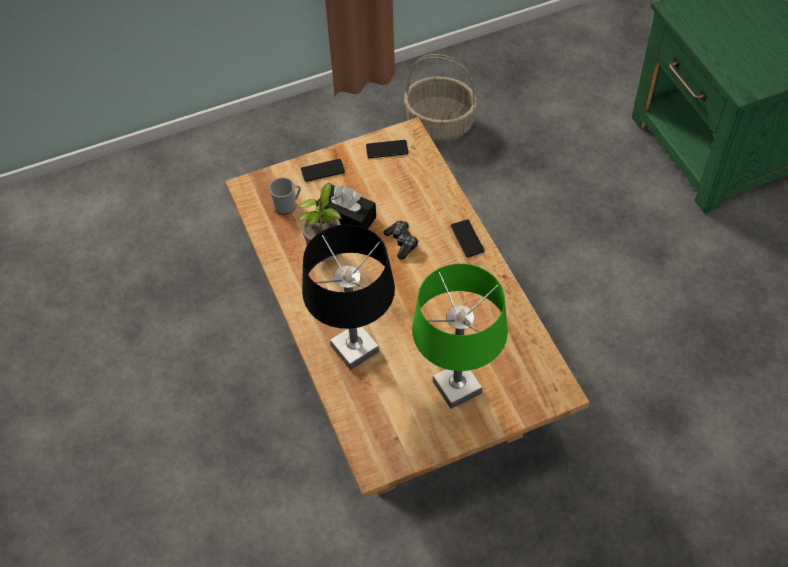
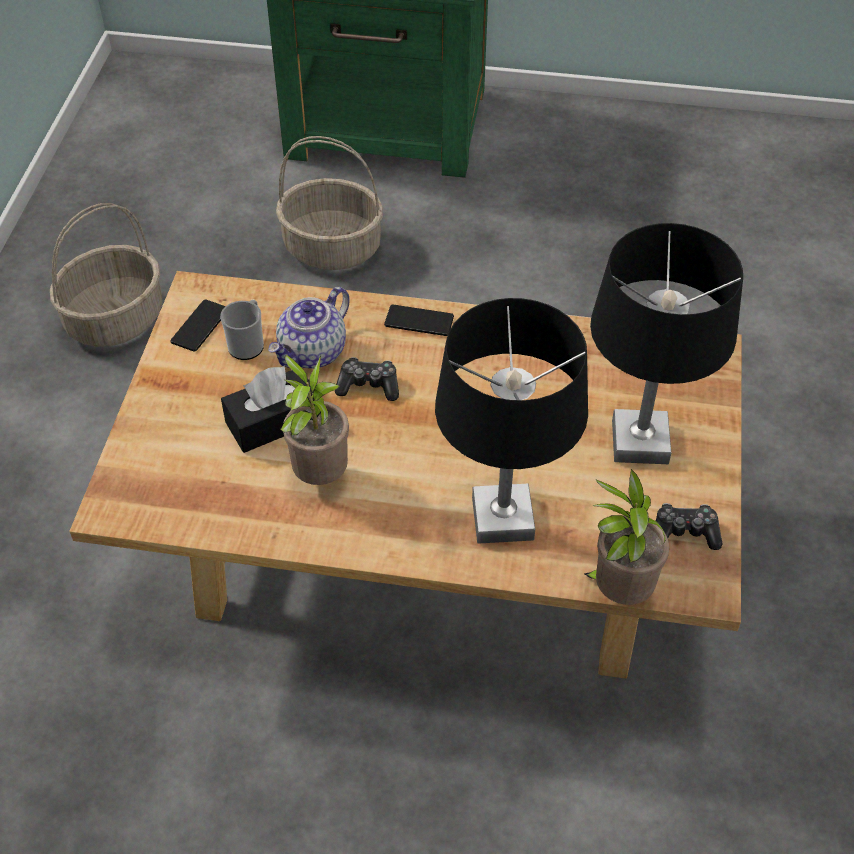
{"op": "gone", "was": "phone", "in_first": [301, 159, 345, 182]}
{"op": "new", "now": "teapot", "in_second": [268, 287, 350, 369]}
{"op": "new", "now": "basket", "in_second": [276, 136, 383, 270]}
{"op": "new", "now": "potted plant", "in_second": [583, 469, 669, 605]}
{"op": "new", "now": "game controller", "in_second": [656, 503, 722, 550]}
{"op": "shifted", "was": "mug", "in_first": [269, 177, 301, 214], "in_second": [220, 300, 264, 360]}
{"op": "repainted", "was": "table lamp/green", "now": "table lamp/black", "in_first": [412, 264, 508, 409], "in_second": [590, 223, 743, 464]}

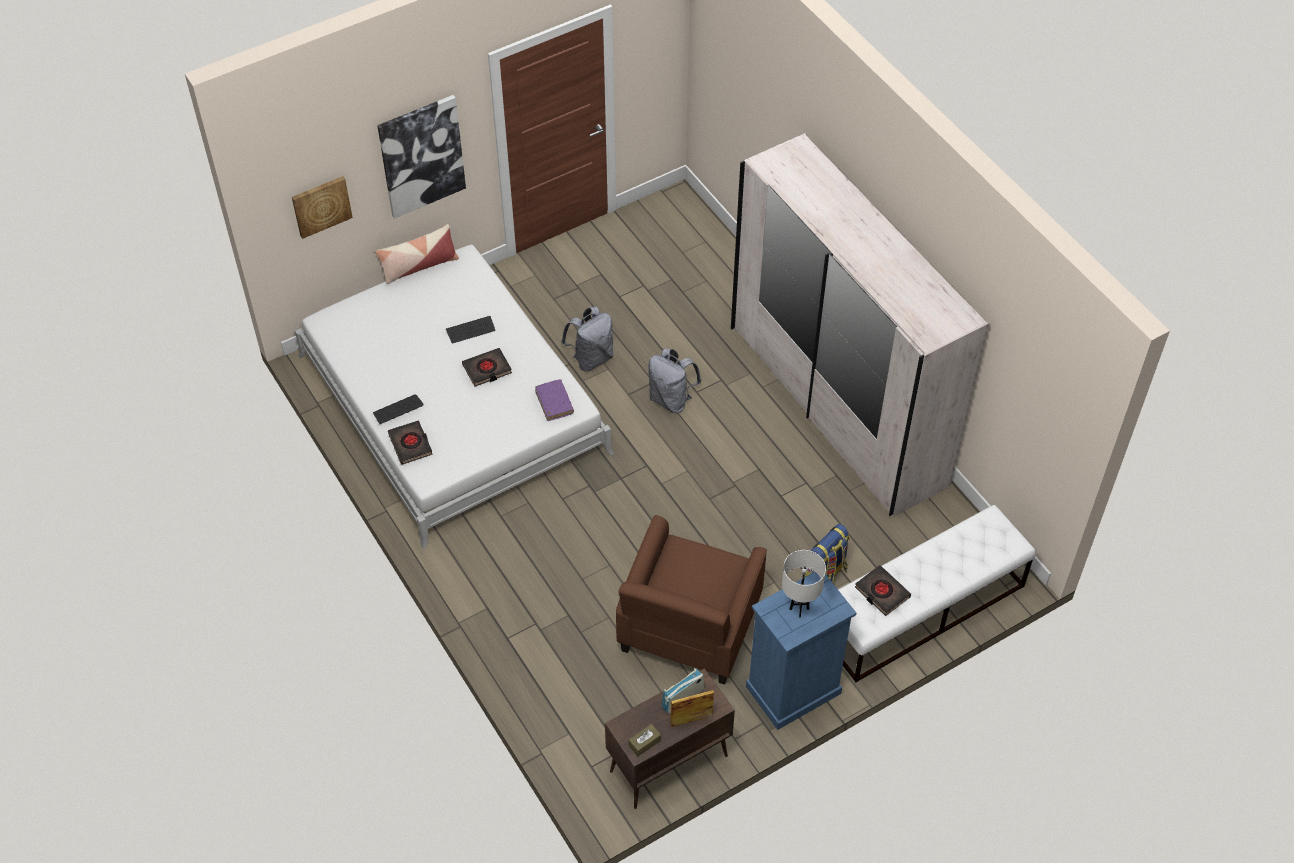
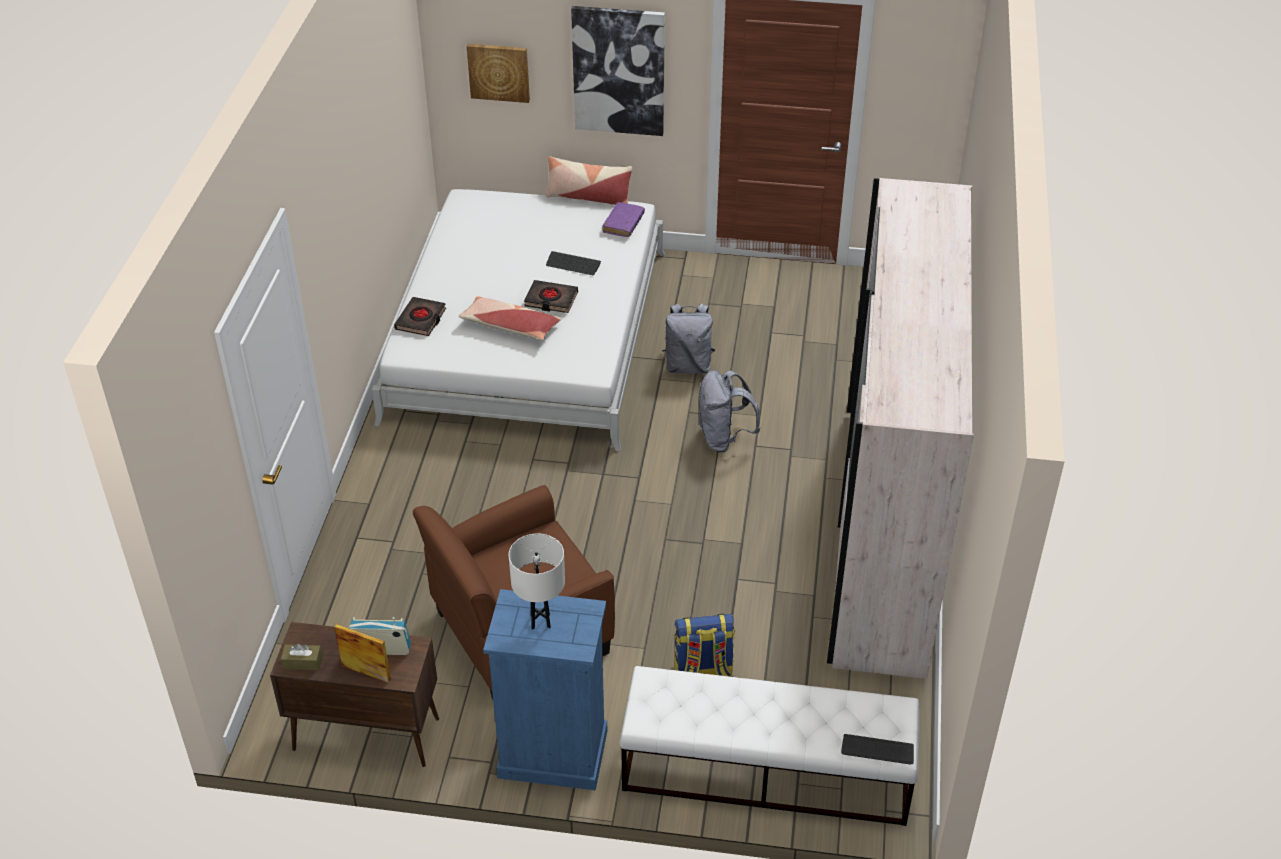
{"op": "gone", "was": "book/black", "in_first": [855, 565, 911, 616]}
{"op": "new", "now": "pillow", "in_second": [459, 296, 562, 340]}
{"op": "shifted", "was": "keyboard", "in_first": [373, 394, 424, 424], "in_second": [841, 734, 914, 765]}
{"op": "shifted", "was": "book/purple", "in_first": [535, 379, 574, 421], "in_second": [603, 202, 645, 237]}

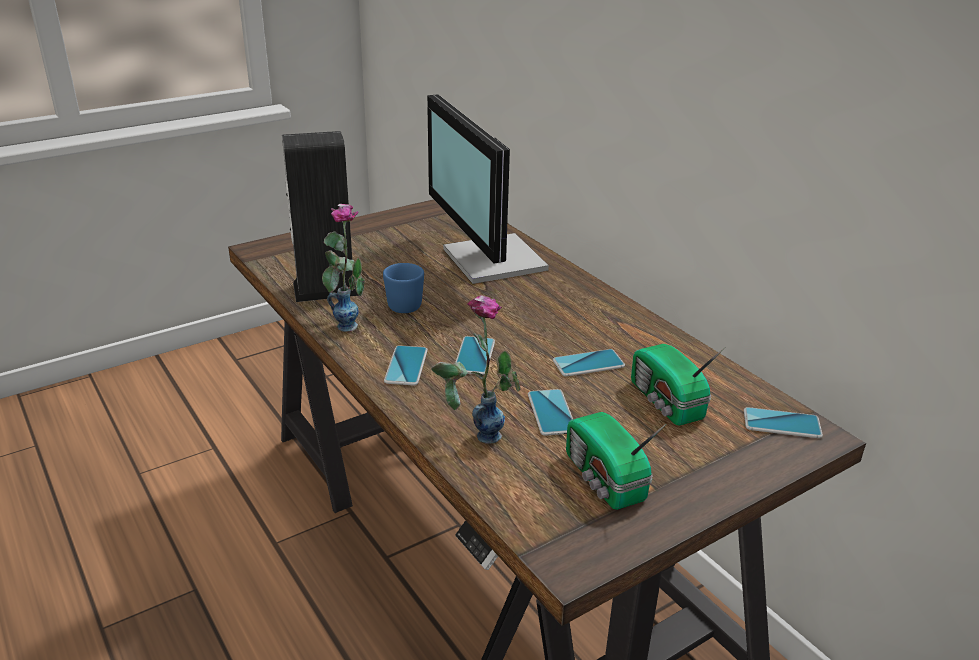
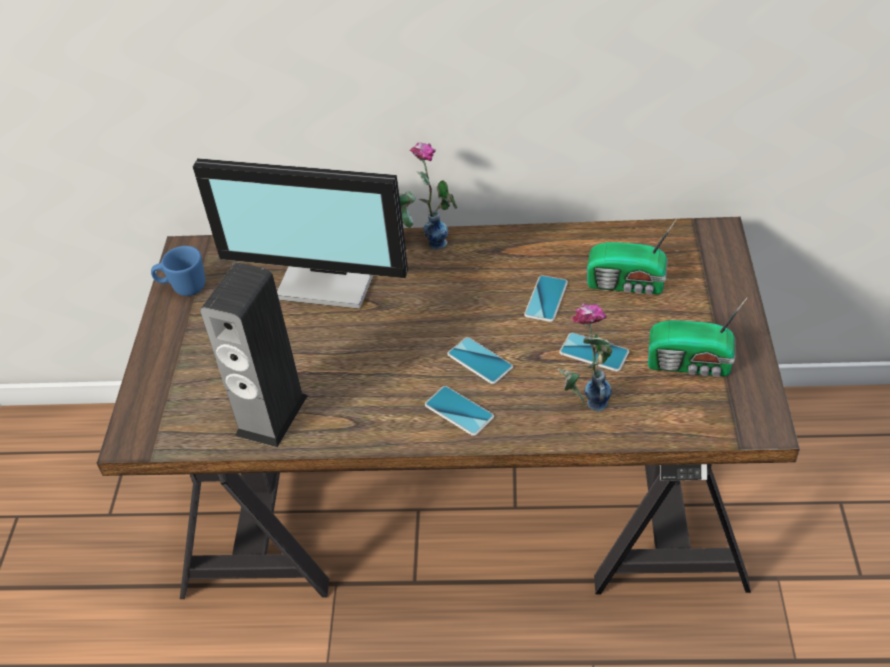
{"op": "gone", "was": "phone", "in_first": [744, 407, 823, 438]}
{"op": "shifted", "was": "vase", "in_first": [322, 204, 365, 332], "in_second": [399, 142, 457, 250]}
{"op": "shifted", "was": "mug/blue", "in_first": [383, 263, 424, 313], "in_second": [151, 246, 205, 296]}

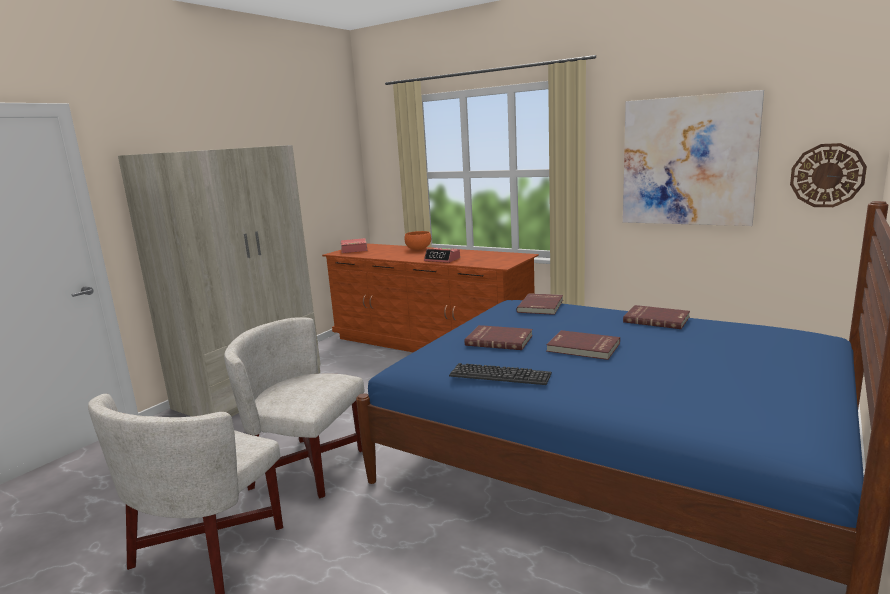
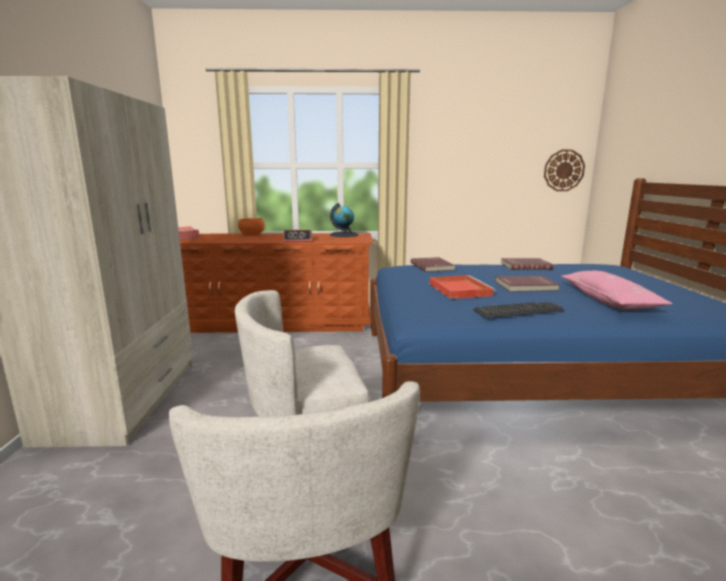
{"op": "gone", "was": "picture", "in_first": [623, 90, 764, 226]}
{"op": "new", "now": "globe", "in_second": [330, 203, 358, 237]}
{"op": "new", "now": "pillow/pink", "in_second": [561, 271, 672, 310]}
{"op": "swapped", "was": "book/red", "now": "tray/red", "in_first": [465, 325, 533, 350], "in_second": [430, 275, 495, 299]}

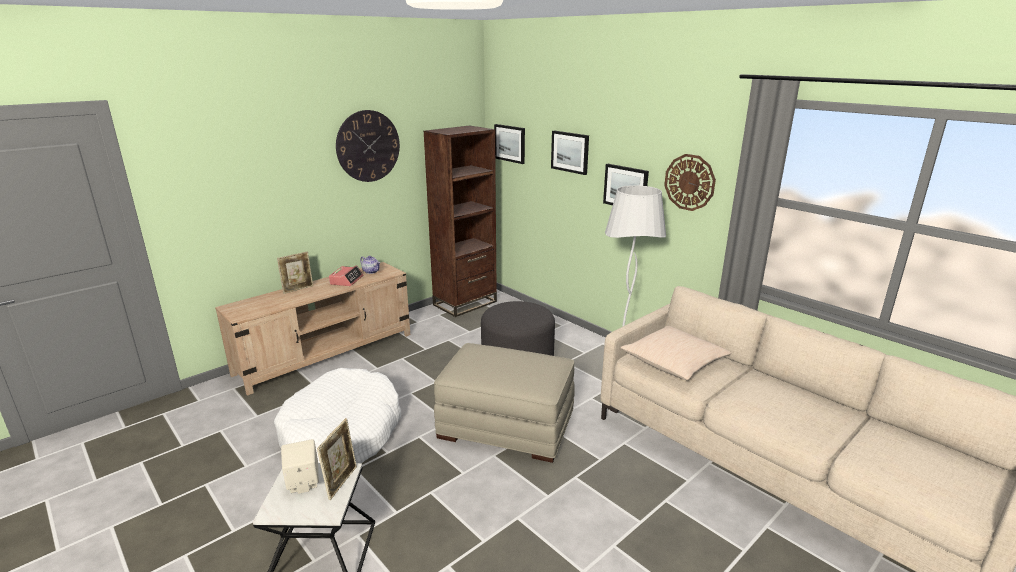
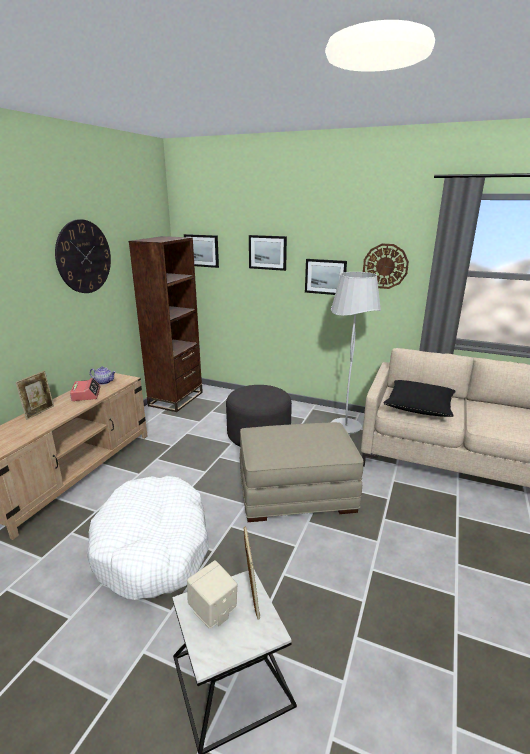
{"op": "repainted", "was": "pillow/beige", "now": "pillow/black", "in_first": [620, 326, 732, 380], "in_second": [383, 380, 456, 417]}

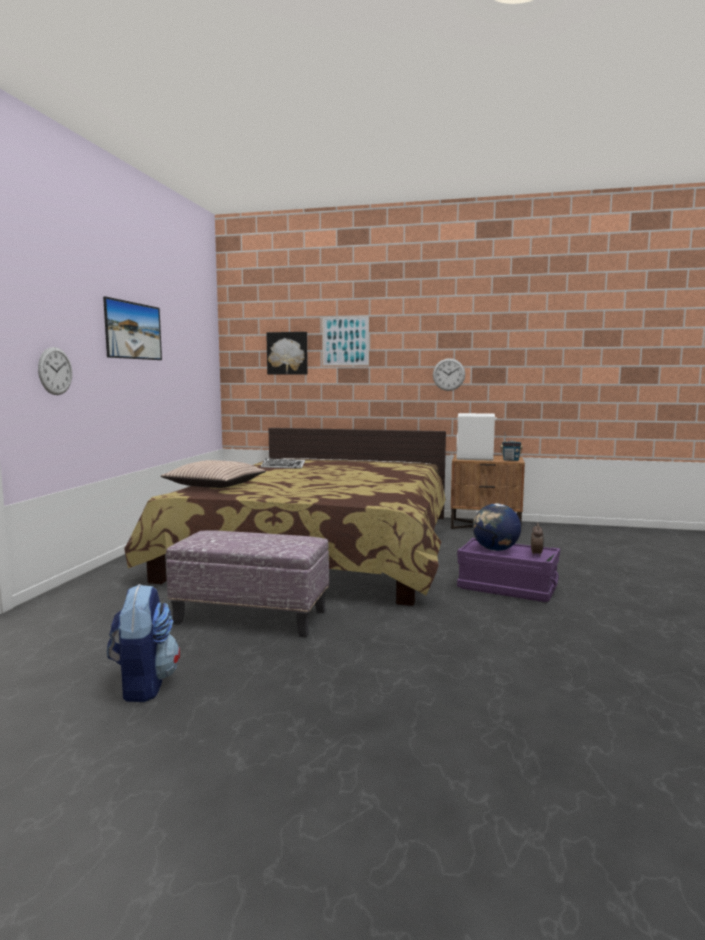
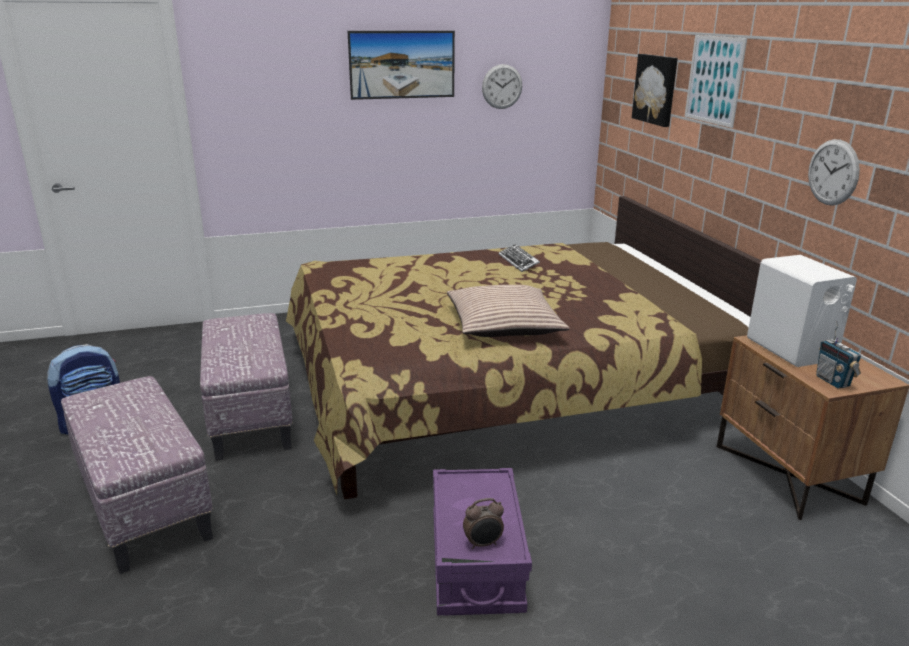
{"op": "gone", "was": "globe", "in_first": [473, 504, 521, 551]}
{"op": "new", "now": "ottoman", "in_second": [61, 376, 213, 574]}
{"op": "shifted", "was": "wall clock", "in_first": [38, 347, 72, 395], "in_second": [482, 64, 522, 109]}
{"op": "shifted", "was": "pillow", "in_first": [161, 460, 266, 488], "in_second": [447, 285, 570, 337]}

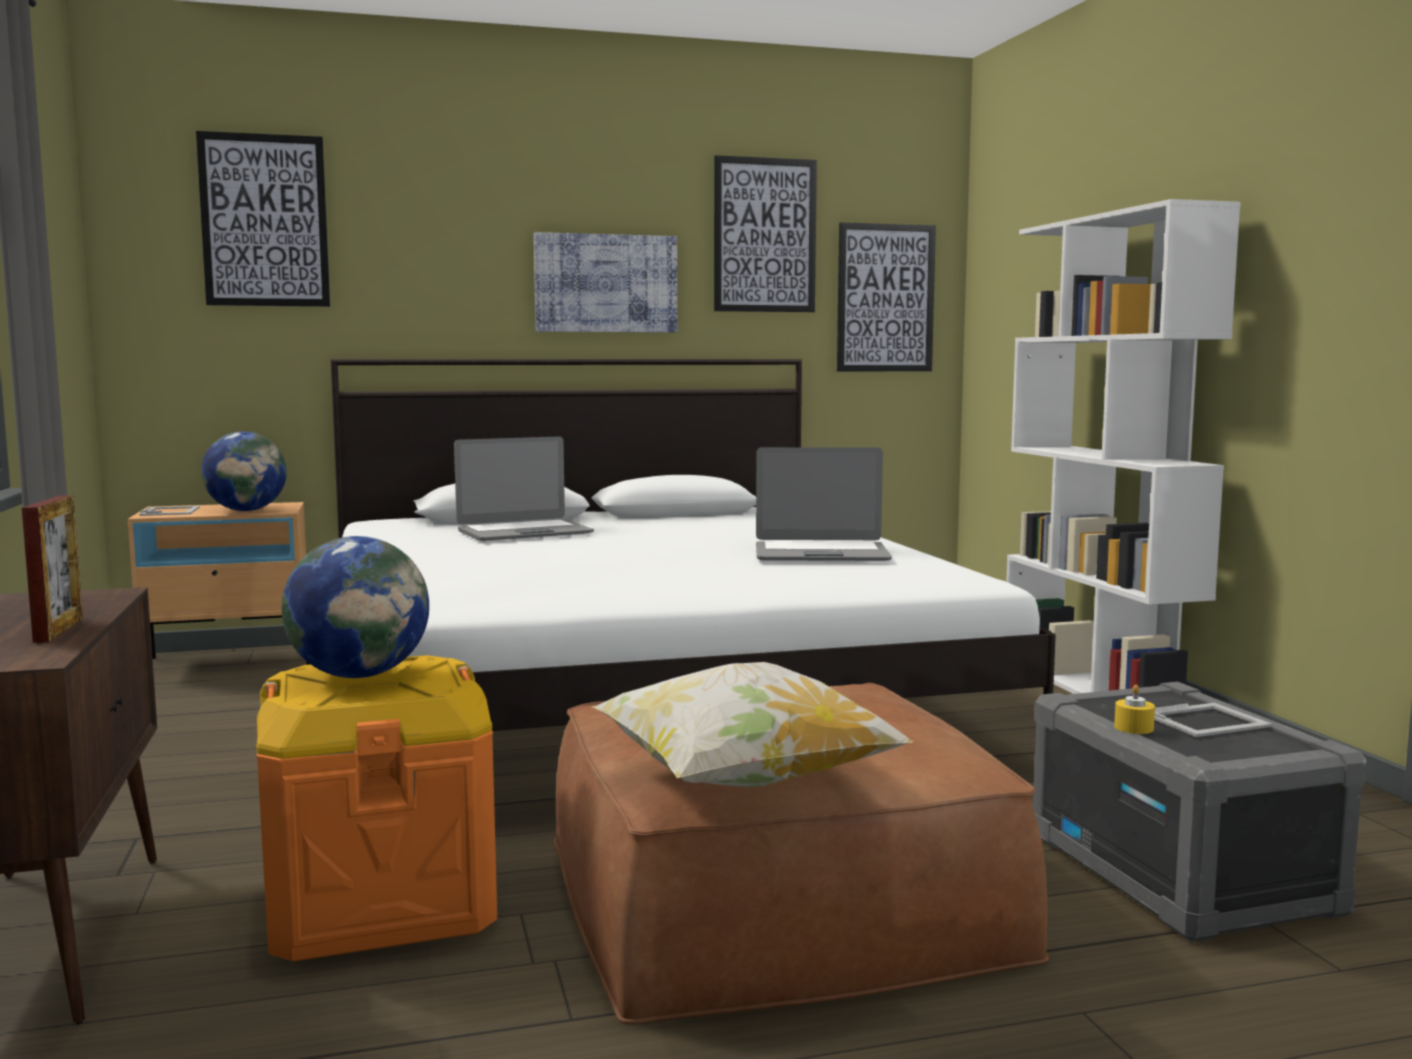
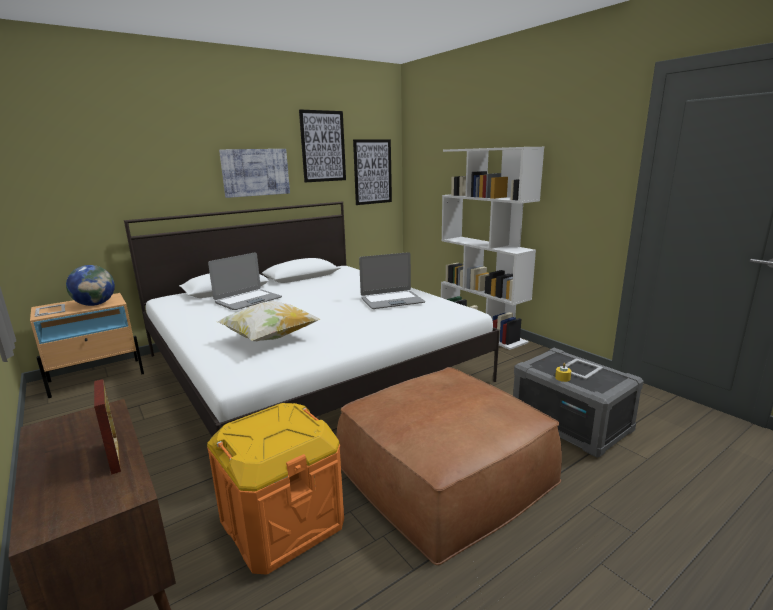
{"op": "gone", "was": "picture", "in_first": [196, 131, 330, 307]}
{"op": "gone", "was": "globe", "in_first": [282, 536, 429, 678]}
{"op": "shifted", "was": "pillow", "in_first": [593, 662, 913, 787], "in_second": [218, 301, 321, 341]}

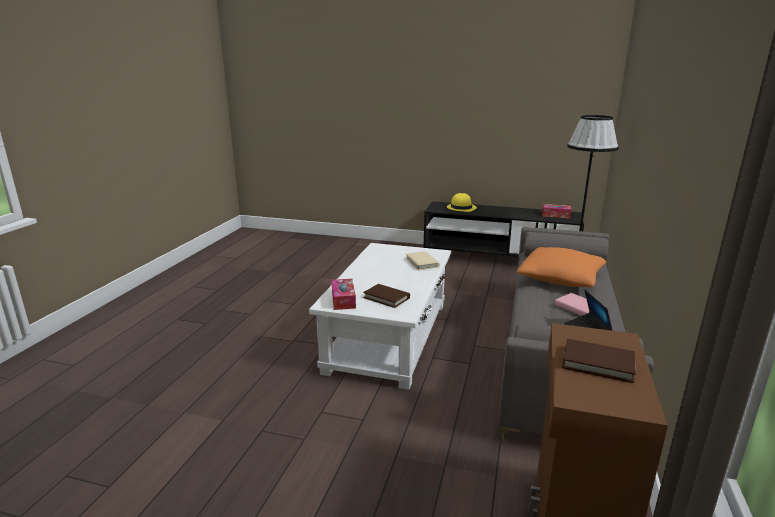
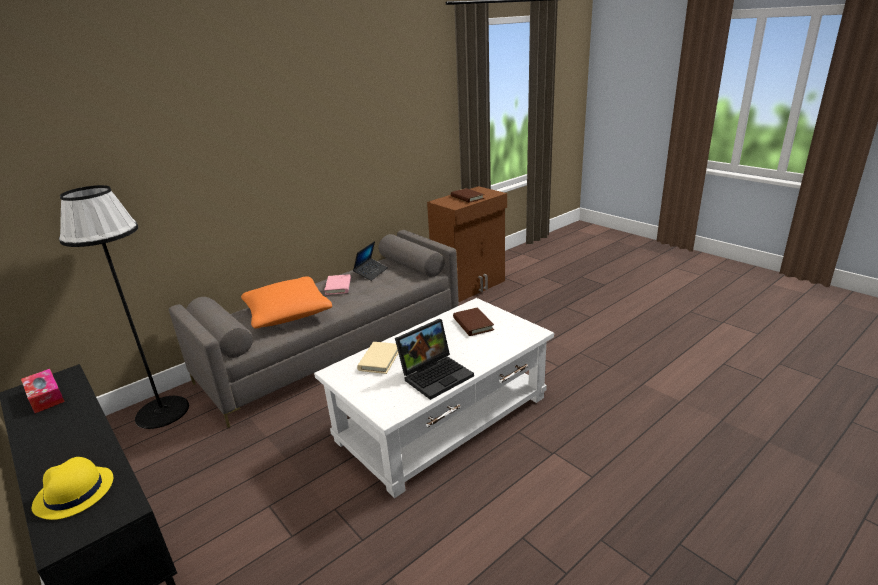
{"op": "gone", "was": "tissue box", "in_first": [332, 279, 356, 310]}
{"op": "new", "now": "laptop", "in_second": [395, 319, 474, 400]}

